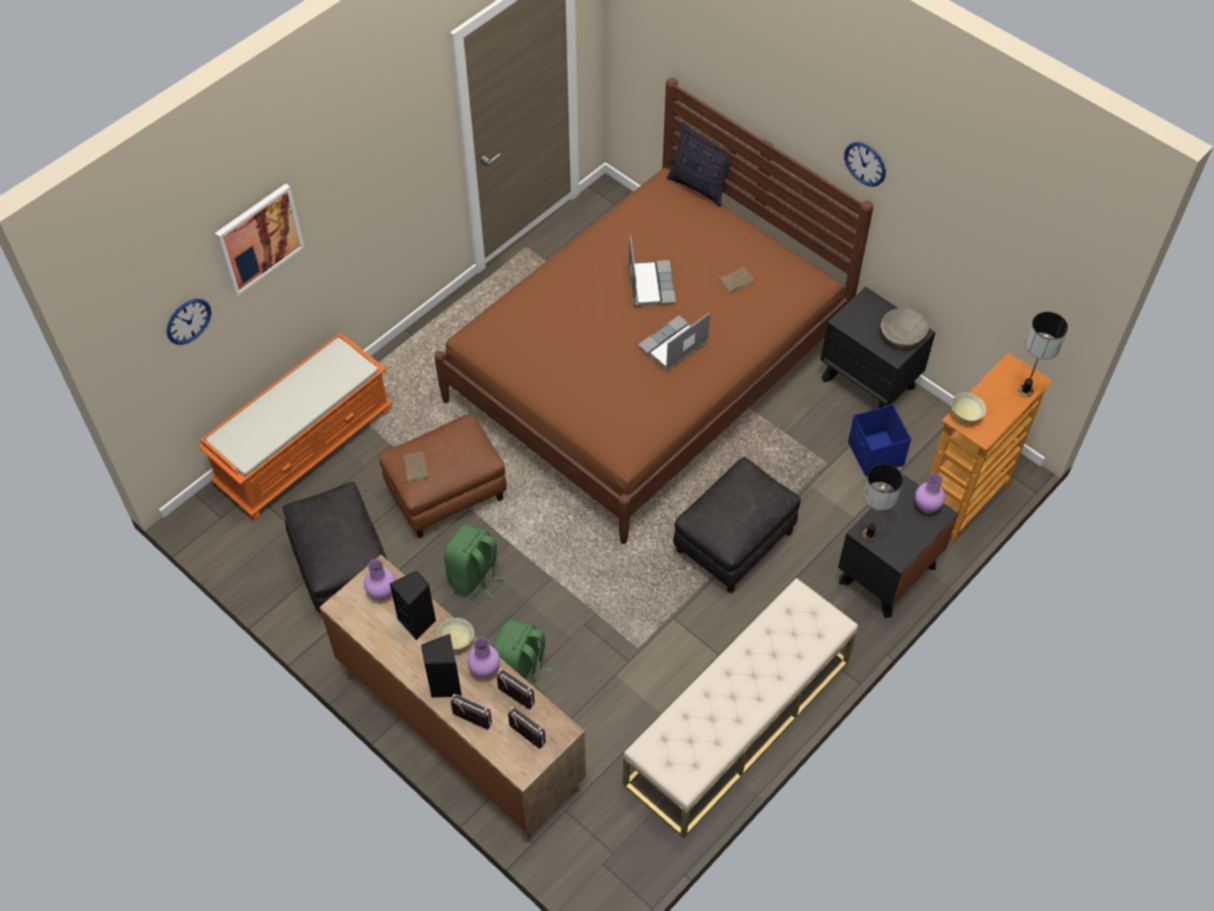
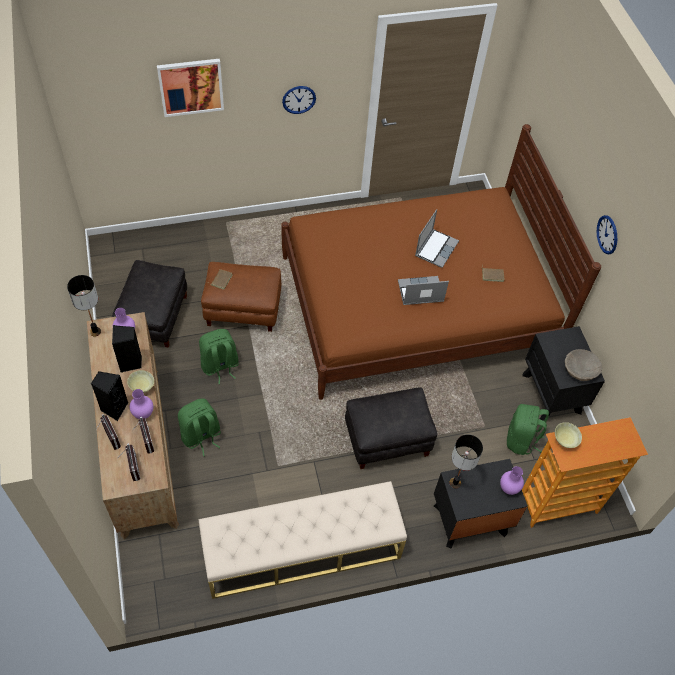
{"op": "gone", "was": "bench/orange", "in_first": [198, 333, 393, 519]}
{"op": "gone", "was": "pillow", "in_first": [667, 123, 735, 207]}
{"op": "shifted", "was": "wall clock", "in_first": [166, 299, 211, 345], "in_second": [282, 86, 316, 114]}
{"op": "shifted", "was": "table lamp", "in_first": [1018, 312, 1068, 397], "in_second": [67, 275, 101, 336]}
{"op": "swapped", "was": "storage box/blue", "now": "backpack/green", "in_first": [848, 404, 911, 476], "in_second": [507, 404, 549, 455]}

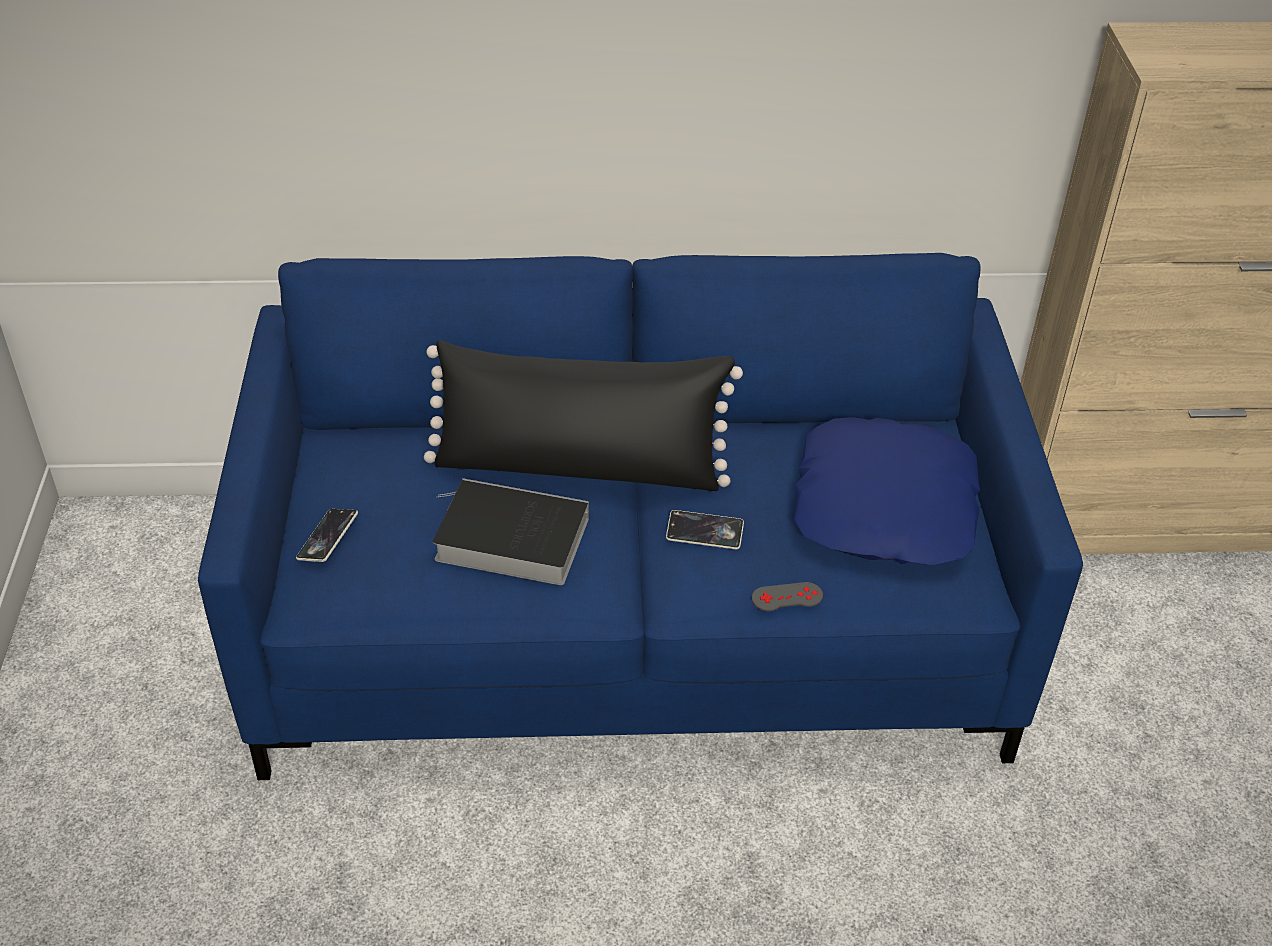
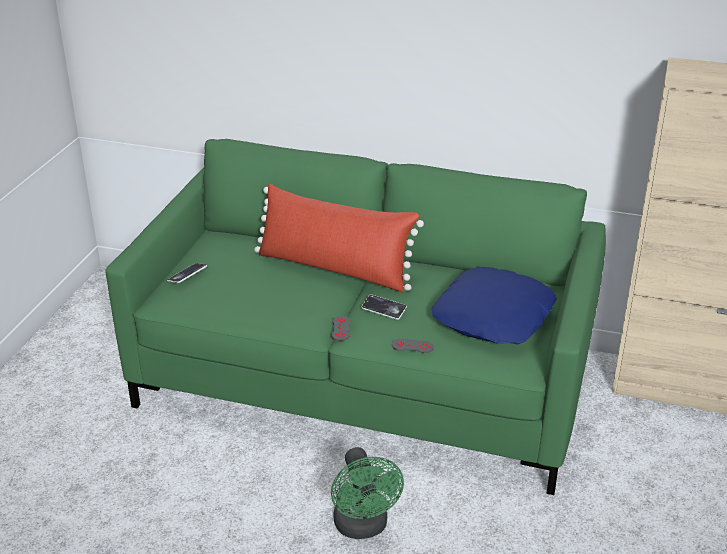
{"op": "gone", "was": "book", "in_first": [433, 478, 589, 585]}
{"op": "new", "now": "fan/green", "in_second": [331, 447, 404, 539]}
{"op": "new", "now": "game controller/grey", "in_second": [332, 316, 350, 341]}
{"op": "repainted", "was": "sofa/blue", "now": "sofa/green", "in_first": [198, 253, 1083, 780], "in_second": [105, 139, 606, 495]}
{"op": "repainted", "was": "pillow/black", "now": "pillow/red", "in_first": [424, 340, 743, 491], "in_second": [254, 184, 424, 292]}

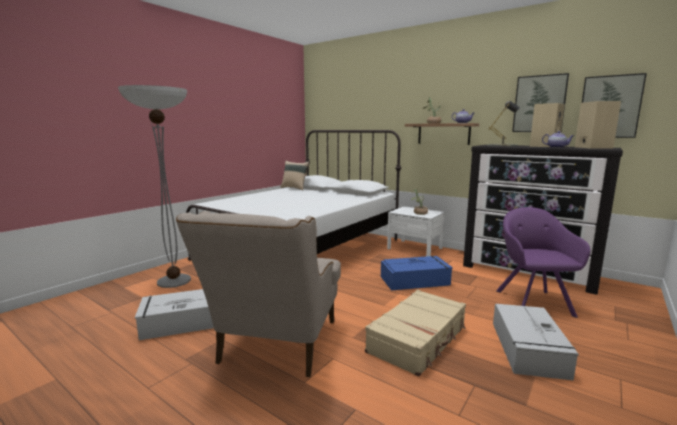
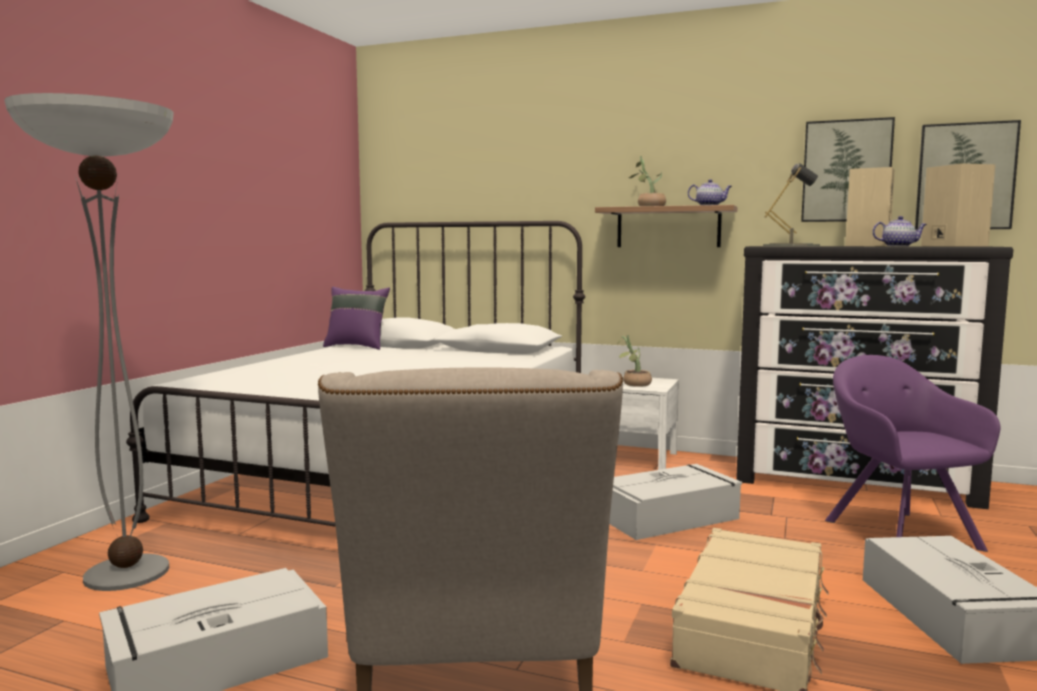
{"op": "repainted", "was": "pillow/beige", "now": "pillow/purple", "in_first": [280, 161, 309, 190], "in_second": [323, 287, 390, 350]}
{"op": "repainted", "was": "storage box/blue", "now": "storage box/grey", "in_first": [381, 256, 453, 290], "in_second": [609, 464, 742, 540]}

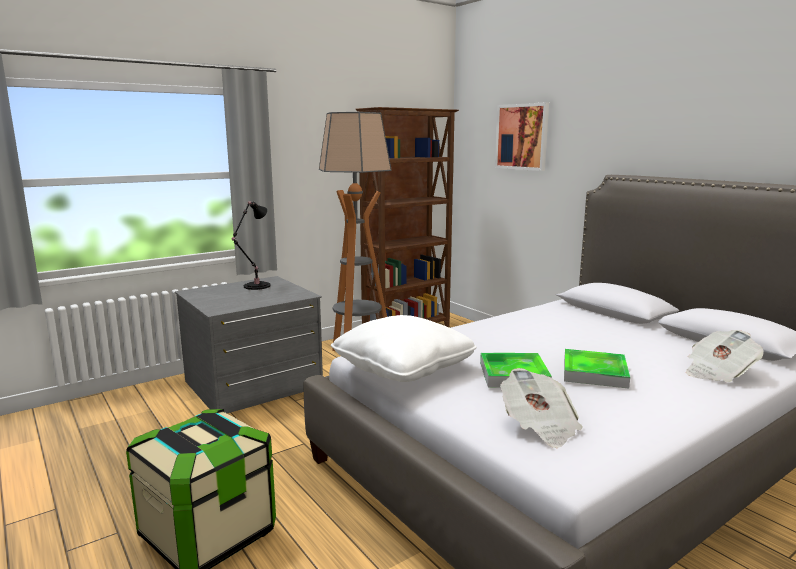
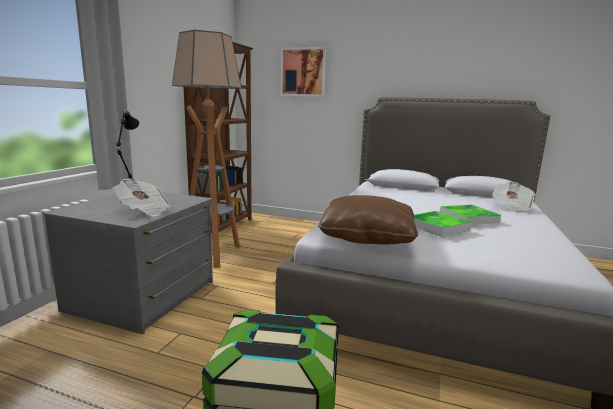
{"op": "shifted", "was": "newspaper", "in_first": [500, 368, 583, 448], "in_second": [114, 179, 171, 216]}
{"op": "repainted", "was": "pillow/white", "now": "pillow/brown", "in_first": [331, 315, 477, 382], "in_second": [318, 195, 418, 245]}

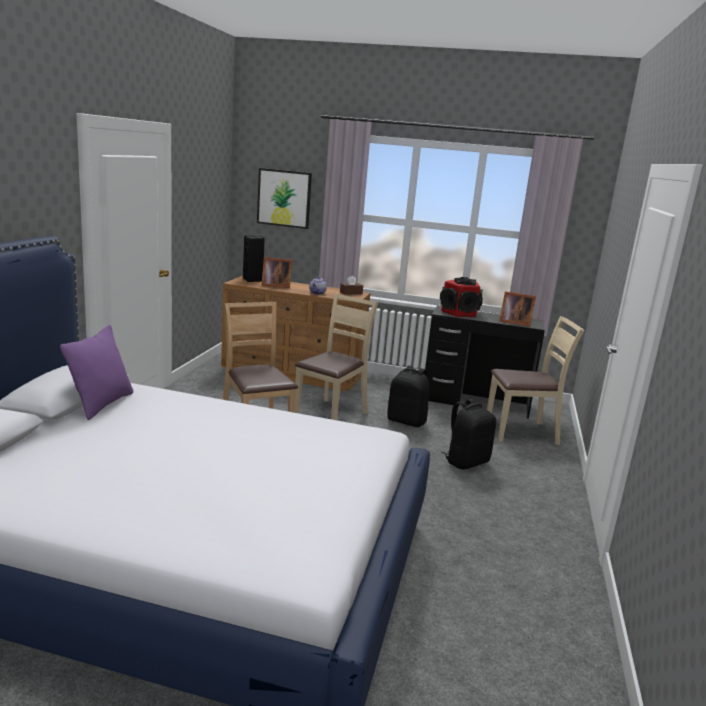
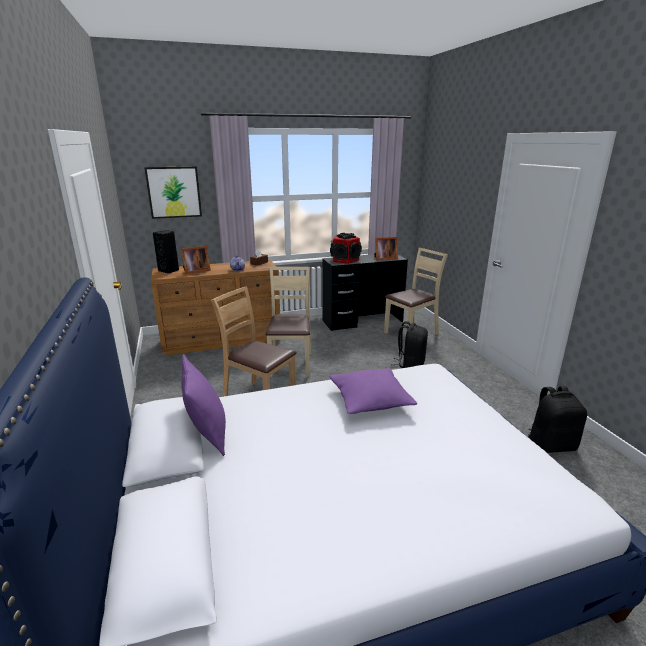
{"op": "new", "now": "pillow/purple", "in_second": [329, 368, 417, 414]}
{"op": "shifted", "was": "backpack/black", "in_first": [387, 365, 429, 427], "in_second": [528, 386, 587, 453]}

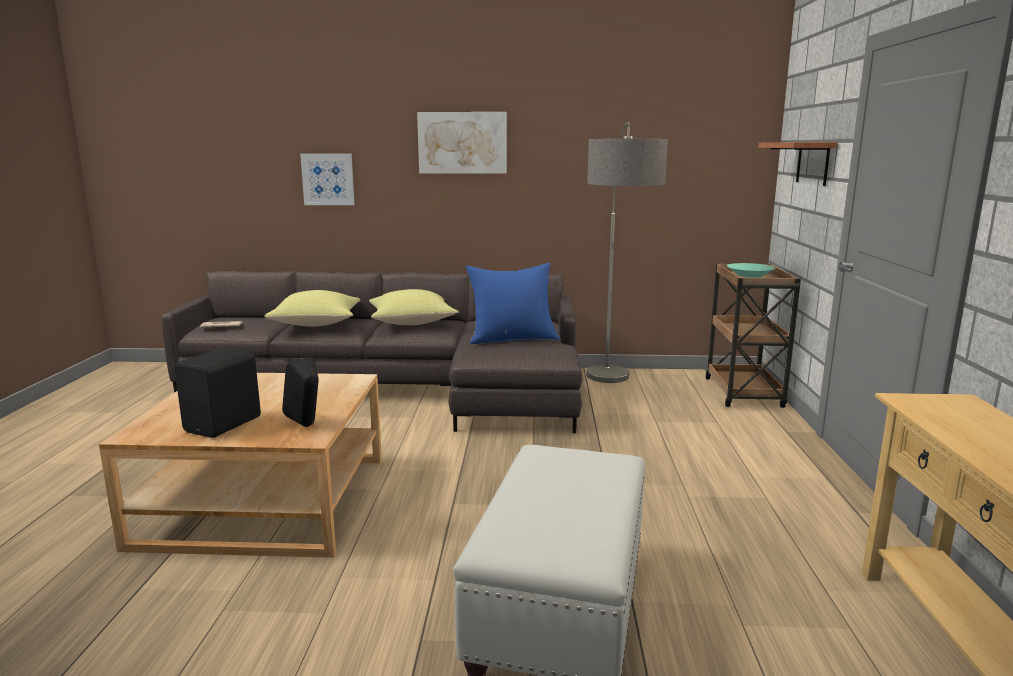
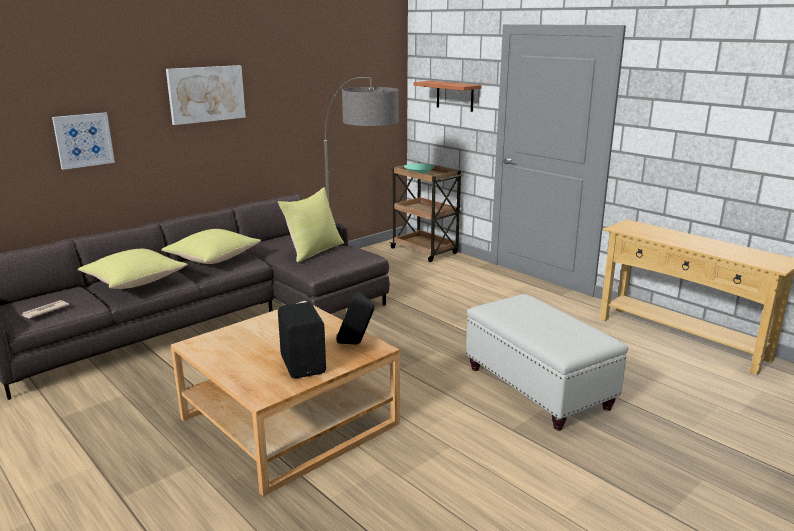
{"op": "repainted", "was": "pillow/blue", "now": "pillow/yellow", "in_first": [465, 263, 560, 344], "in_second": [278, 187, 344, 262]}

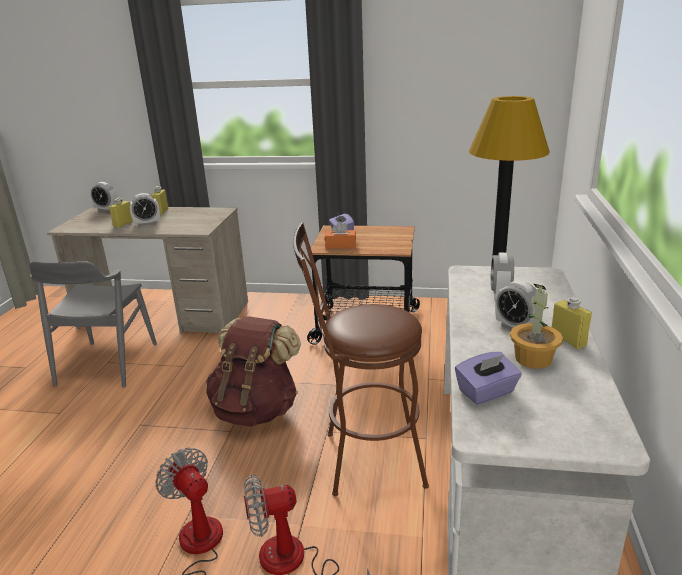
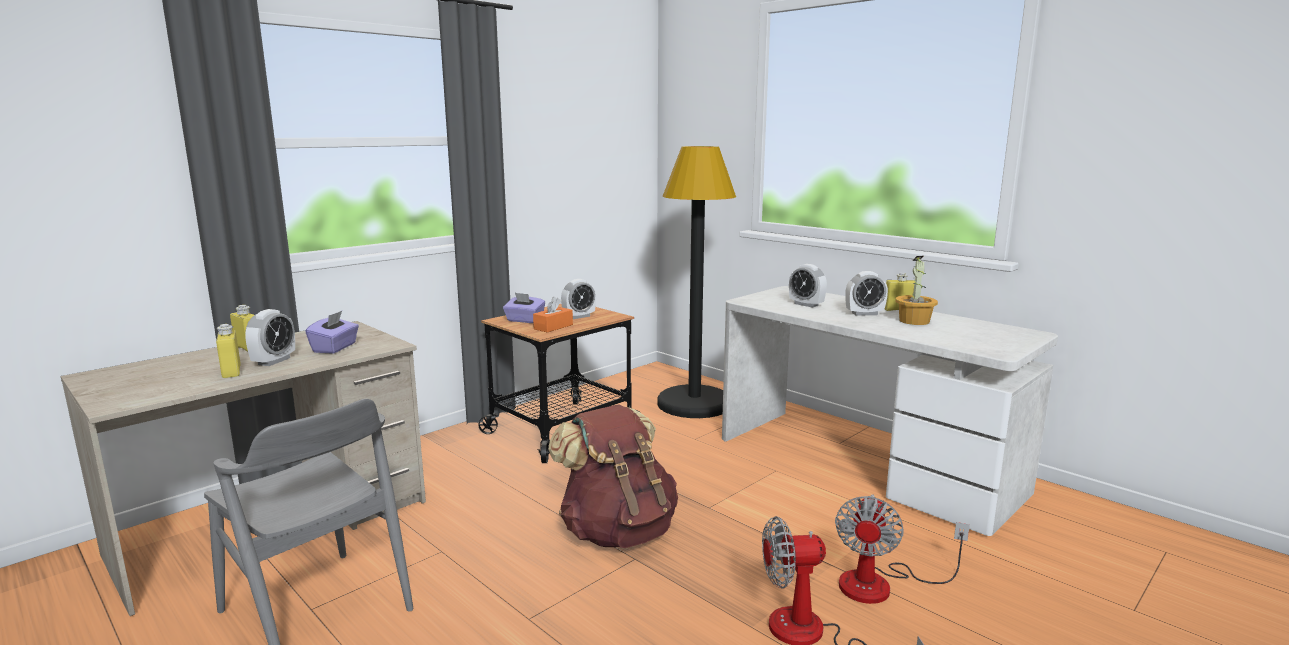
{"op": "gone", "was": "stool/brown", "in_first": [293, 222, 429, 496]}
{"op": "shifted", "was": "alarm clock", "in_first": [90, 182, 118, 212], "in_second": [561, 279, 596, 319]}
{"op": "shifted", "was": "tissue box/purple", "in_first": [455, 352, 522, 404], "in_second": [305, 311, 359, 354]}

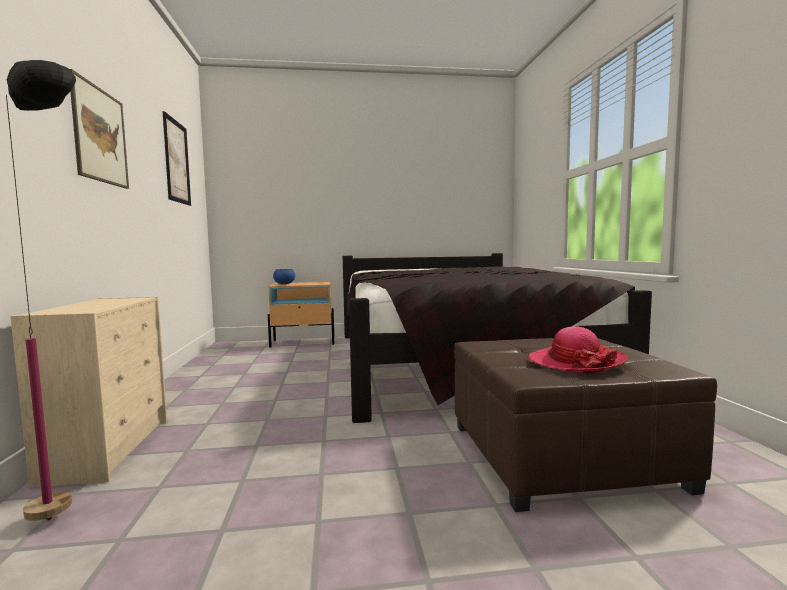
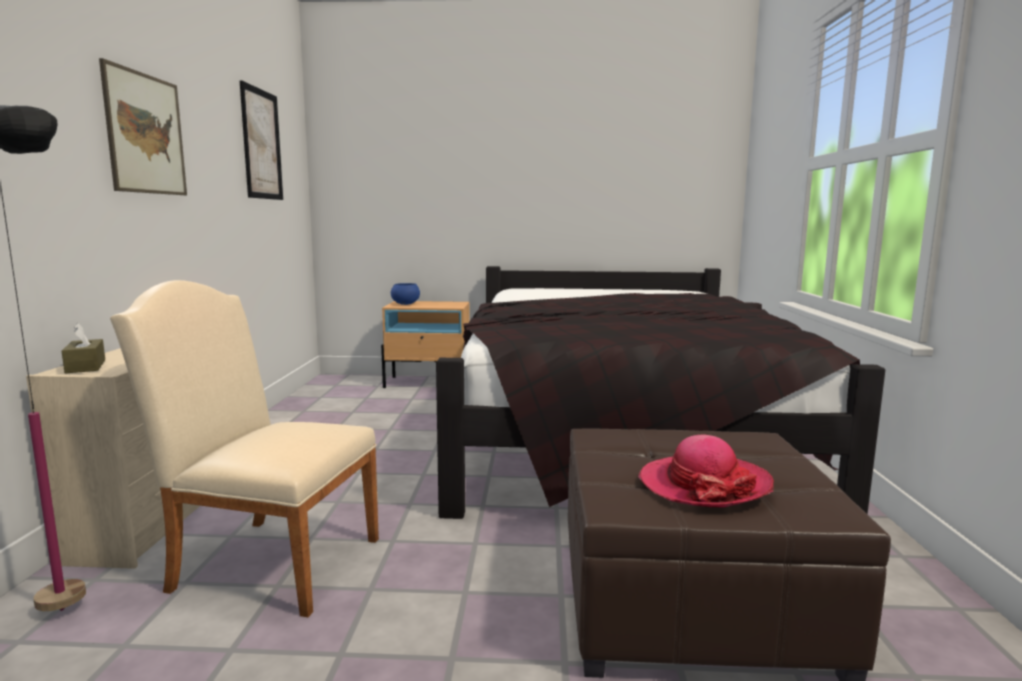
{"op": "new", "now": "tissue box/brown", "in_second": [62, 323, 105, 374]}
{"op": "new", "now": "chair/beige", "in_second": [110, 280, 379, 617]}

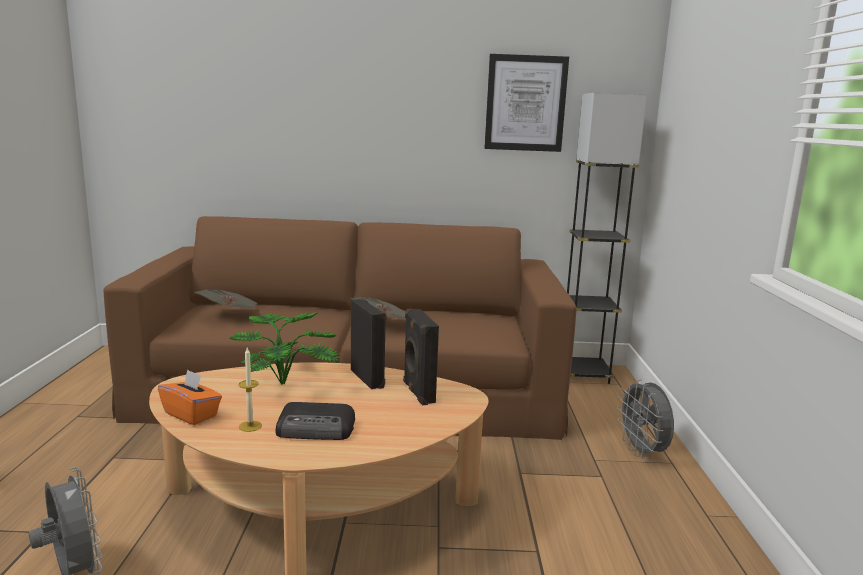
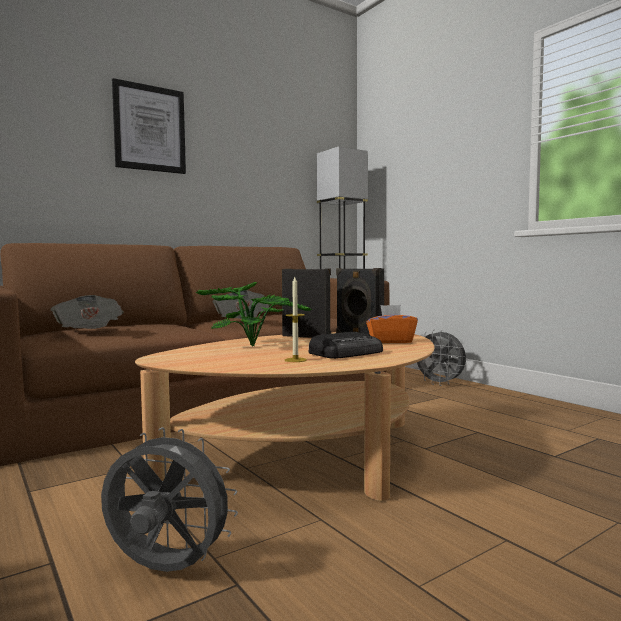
{"op": "shifted", "was": "tissue box/orange", "in_first": [158, 369, 222, 425], "in_second": [366, 305, 418, 343]}
{"op": "shifted", "was": "picture", "in_first": [484, 54, 569, 152], "in_second": [112, 78, 186, 174]}

